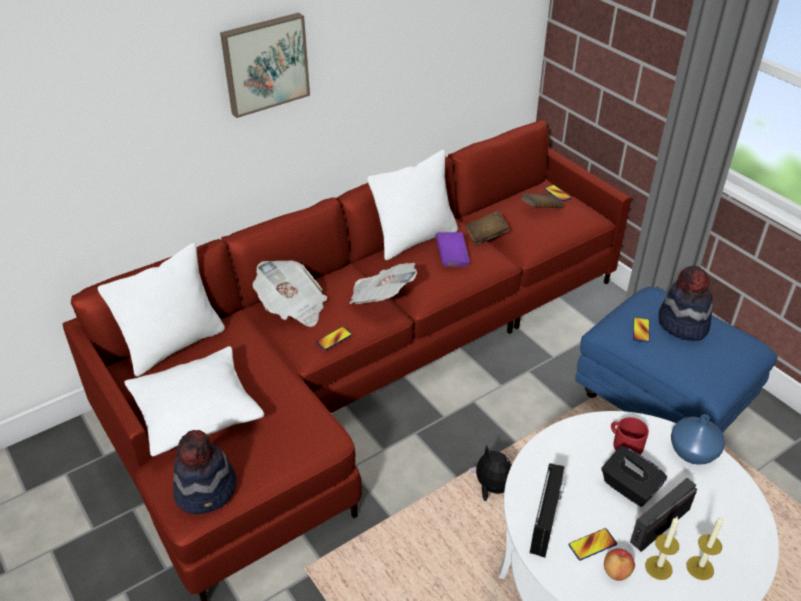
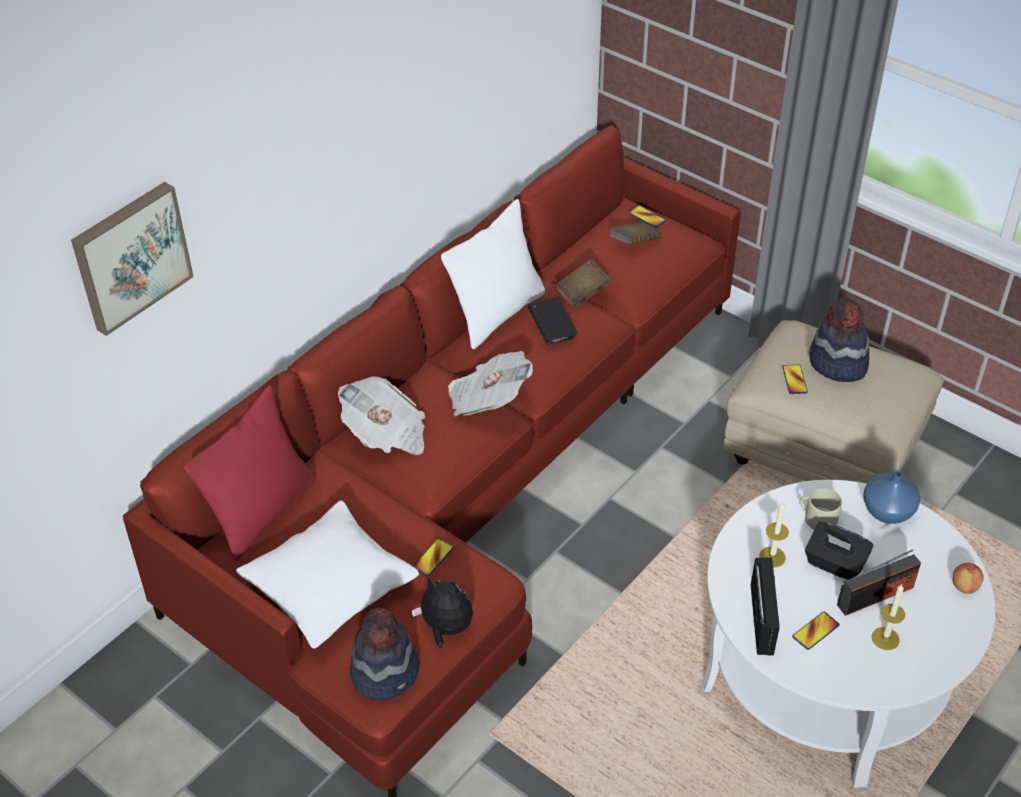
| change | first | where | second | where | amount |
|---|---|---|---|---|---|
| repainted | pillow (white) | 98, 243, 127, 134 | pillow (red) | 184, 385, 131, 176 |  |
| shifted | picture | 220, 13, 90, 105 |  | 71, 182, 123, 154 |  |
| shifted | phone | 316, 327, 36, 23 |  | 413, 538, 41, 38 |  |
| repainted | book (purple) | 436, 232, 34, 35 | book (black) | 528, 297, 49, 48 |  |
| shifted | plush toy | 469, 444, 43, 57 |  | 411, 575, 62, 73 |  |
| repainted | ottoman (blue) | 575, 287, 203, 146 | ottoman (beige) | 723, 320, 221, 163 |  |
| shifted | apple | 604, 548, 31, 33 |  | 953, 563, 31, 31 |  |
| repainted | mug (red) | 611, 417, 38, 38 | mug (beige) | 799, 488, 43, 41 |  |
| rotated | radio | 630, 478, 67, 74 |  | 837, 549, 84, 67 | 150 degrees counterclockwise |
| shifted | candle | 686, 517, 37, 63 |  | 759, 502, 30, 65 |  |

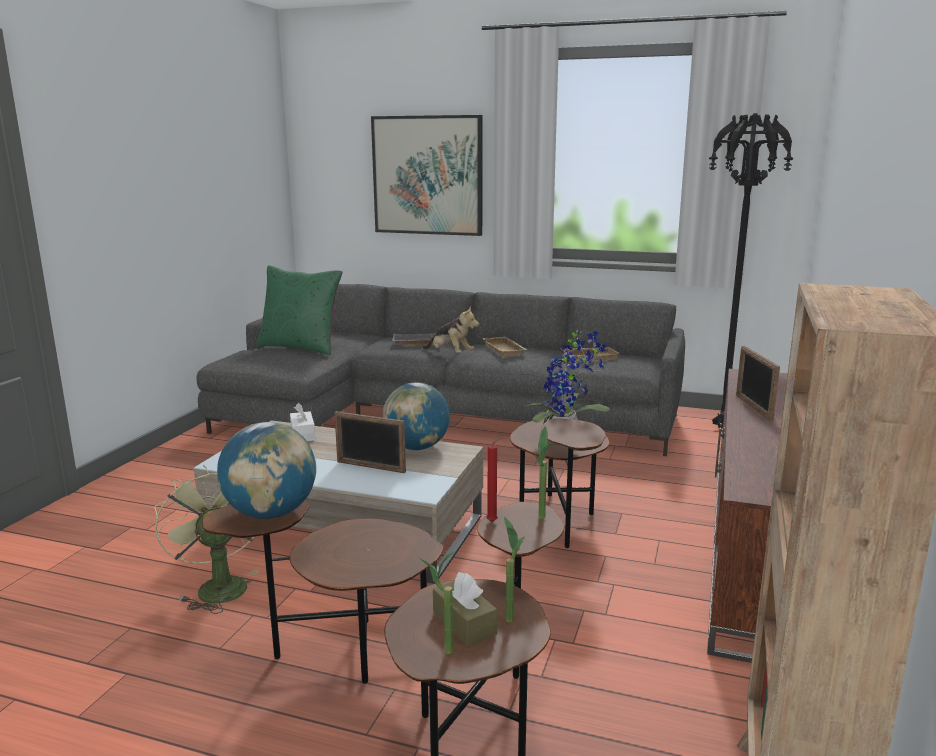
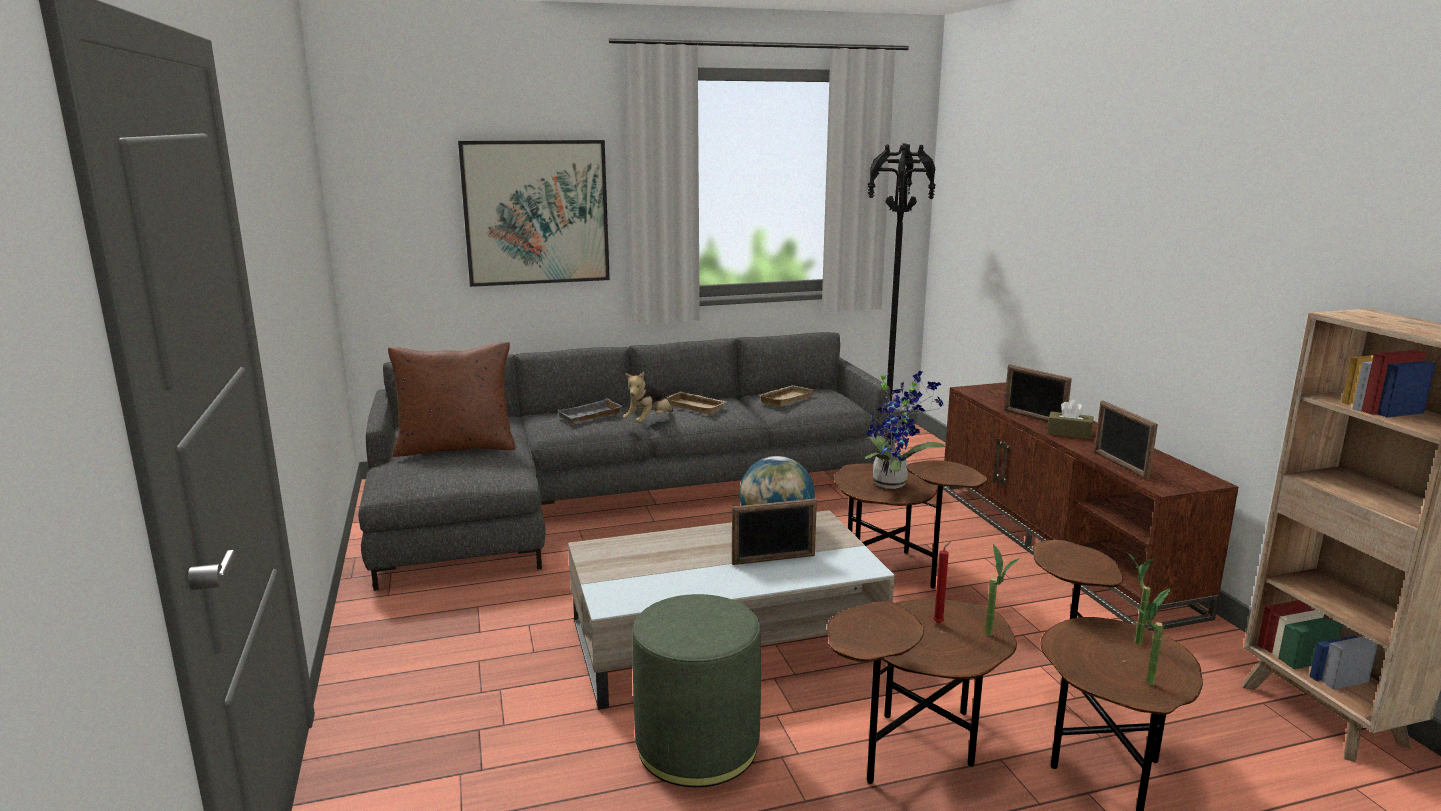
| change | first | where | second | where | amount |
|---|---|---|---|---|---|
| swapped | fan (green) | 154, 465, 106, 149 | ottoman (green) | 633, 594, 128, 193 |  |
| gone | globe | 217, 422, 99, 97 |  |  |  |
| repainted | pillow (green) | 256, 266, 86, 89 | pillow (brown) | 388, 342, 128, 115 |  |
| gone | tissue box (white) | 290, 403, 25, 38 |  |  |  |
| rotated | plush toy | 423, 306, 56, 47 |  | 623, 372, 50, 51 | 120 degrees clockwise |
| shifted | tissue box (brown) | 433, 572, 64, 74 |  | 1047, 400, 46, 39 |  |
| shifted | candle (red) | 486, 438, 16, 84 |  | 933, 541, 18, 83 |  |
| shifted | potted plant | 534, 426, 19, 93 |  | 985, 544, 35, 92 |  |
| new |  |  | picture frame | 1094, 401, 64, 79 |  |

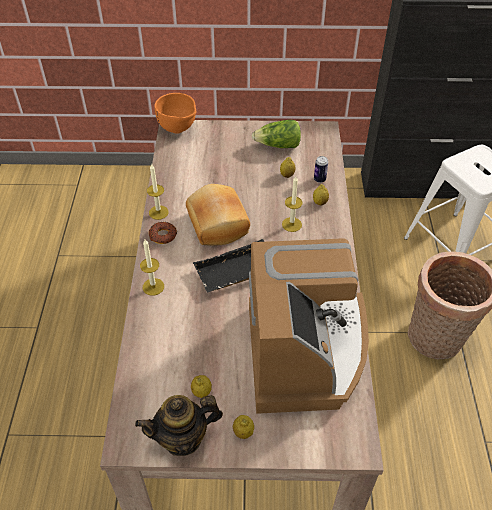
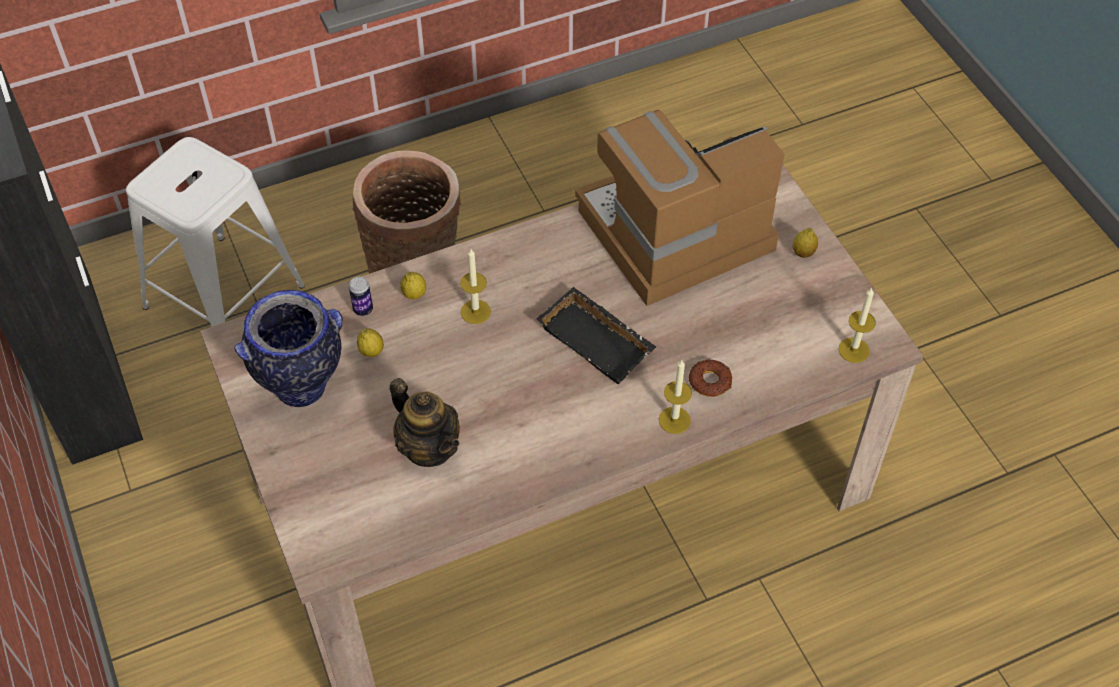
| change | first | where | second | where | amount |
|---|---|---|---|---|---|
| shifted | teapot | 135, 395, 88, 61 |  | 390, 378, 70, 89 |  |
| shifted | candle | 147, 163, 22, 57 |  | 838, 288, 38, 75 |  |
| shifted | donut | 149, 222, 28, 22 |  | 689, 359, 43, 38 |  |
| gone | bowl (orange) | 154, 93, 42, 41 |  |  |  |
| gone | bread | 186, 184, 64, 62 |  |  |  |
| gone | lemon | 191, 375, 21, 23 |  |  |  |
| swapped | lettuce | 252, 120, 49, 28 | vase | 234, 290, 109, 117 |  |

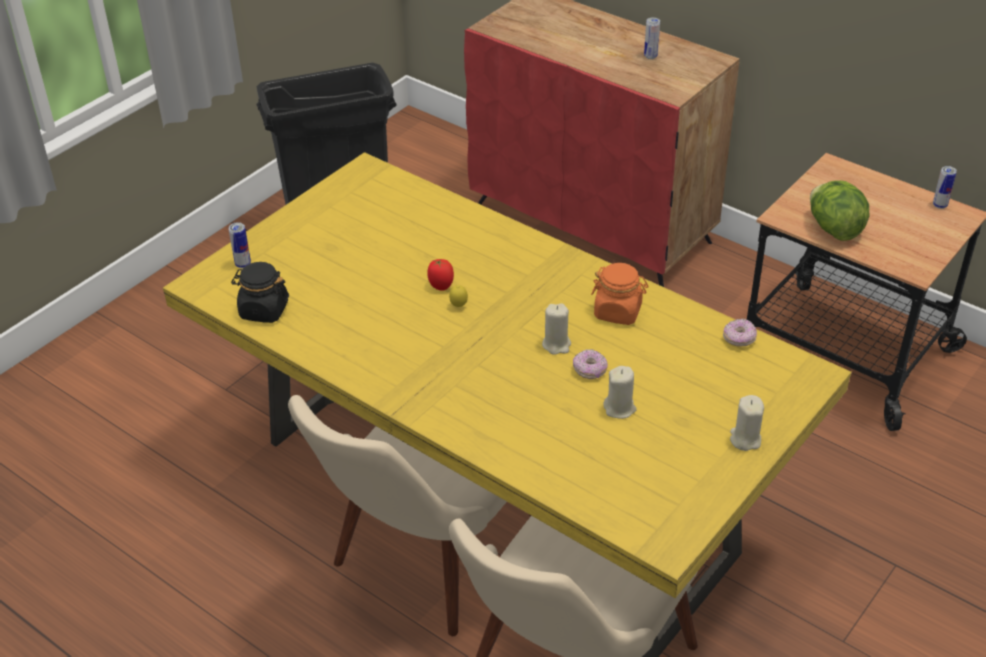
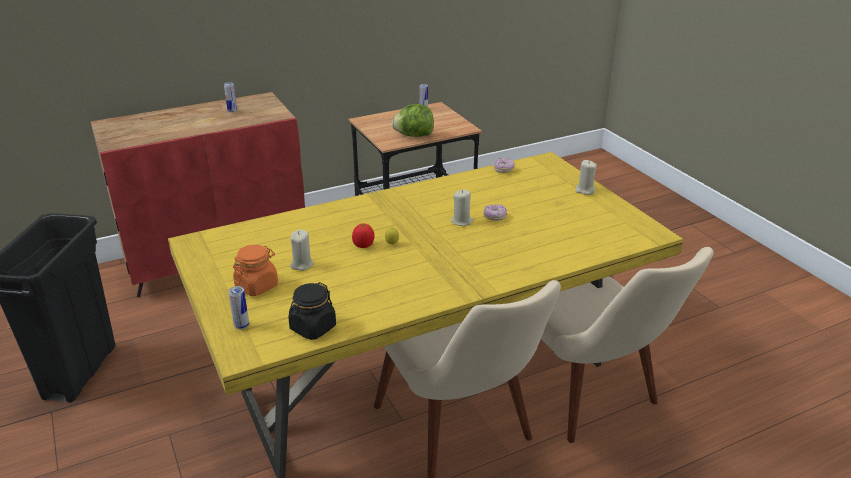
| change | first | where | second | where | amount |
|---|---|---|---|---|---|
| shifted | jar (orange) | 591, 263, 58, 62 |  | 233, 245, 45, 51 |  |
| shifted | candle (beige) | 603, 366, 34, 53 |  | 290, 230, 23, 41 |  |

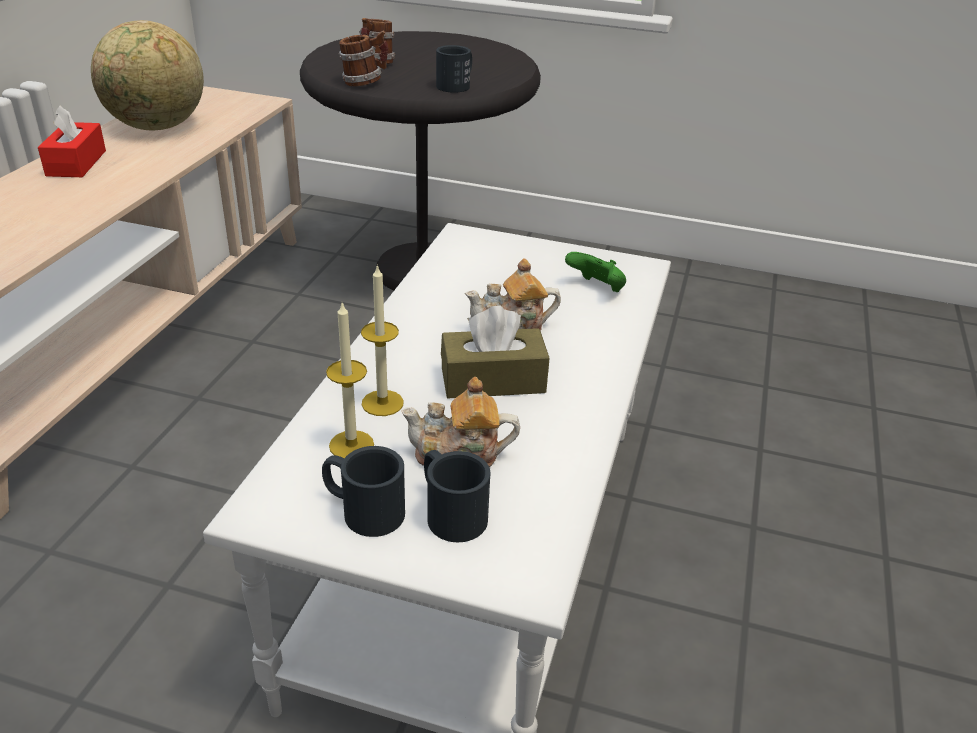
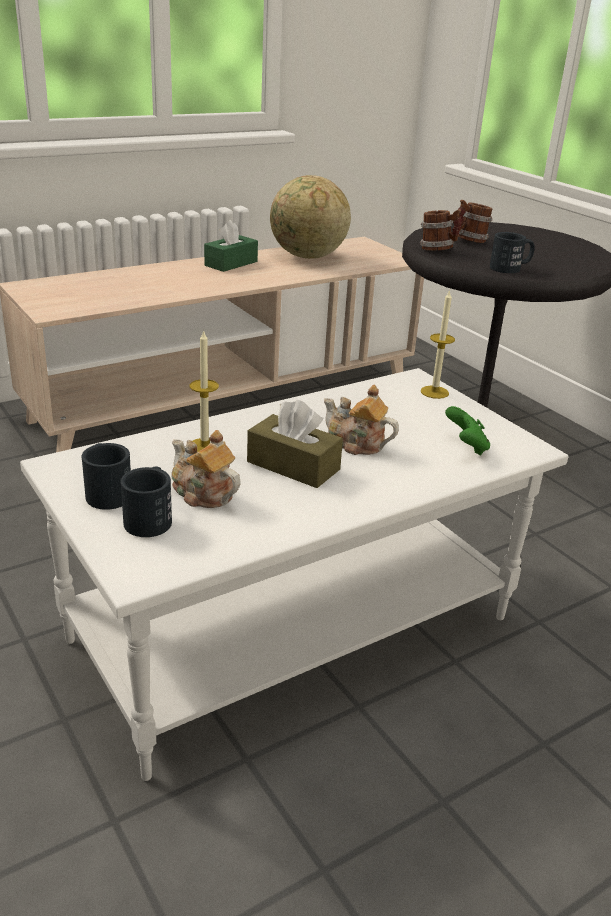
| change | first | where | second | where | amount |
|---|---|---|---|---|---|
| repainted | tissue box (red) | 38, 105, 68, 72 | tissue box (green) | 204, 220, 54, 52 |  |
| shifted | candle | 326, 303, 48, 155 |  | 421, 289, 34, 110 |  |

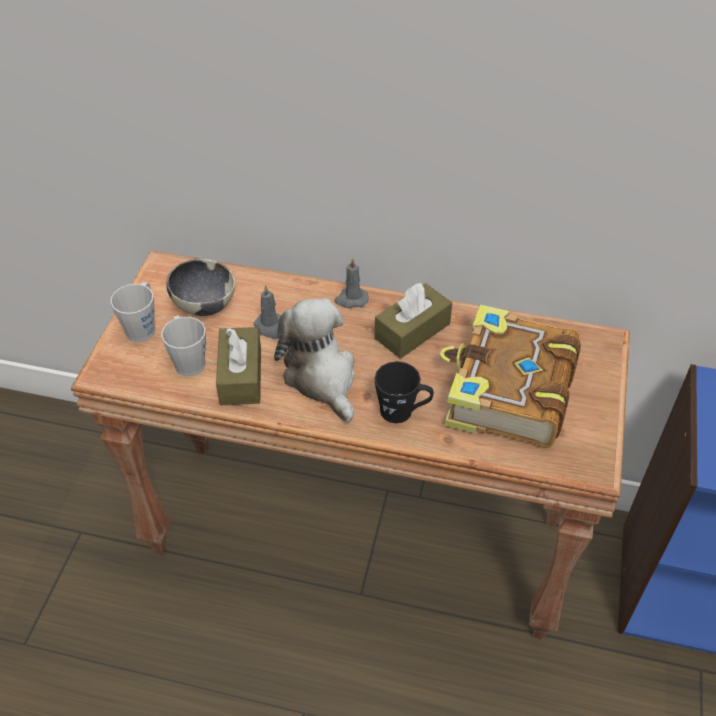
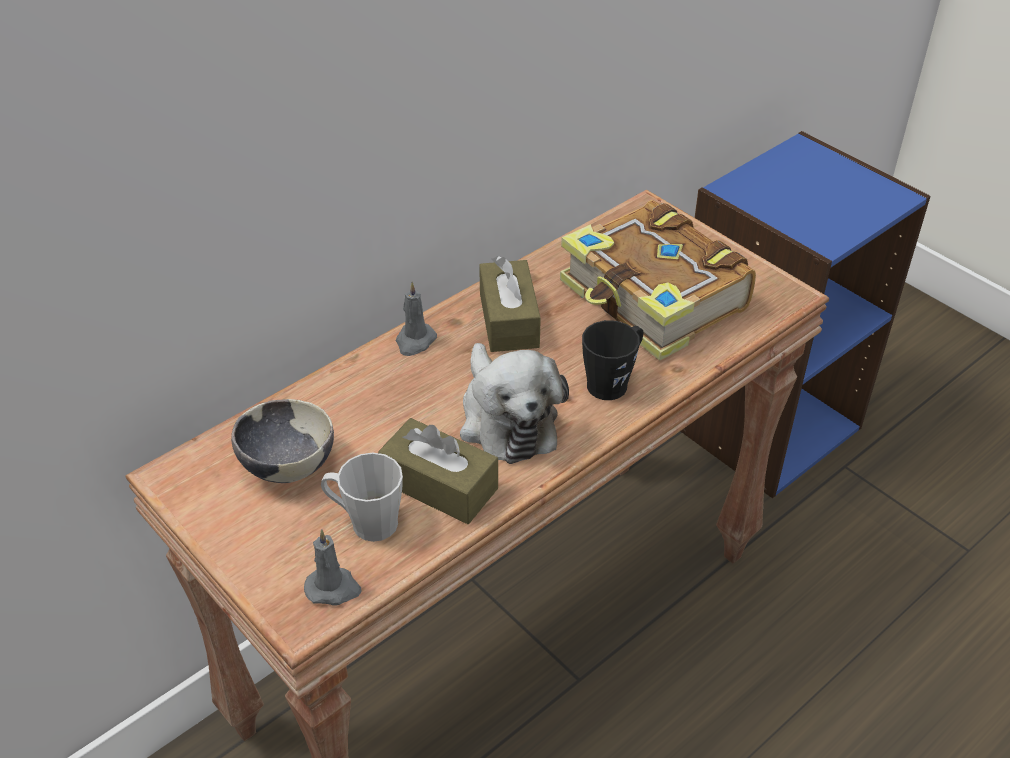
| change | first | where | second | where | amount |
|---|---|---|---|---|---|
| gone | mug (grey) | 111, 282, 44, 60 |  |  |  |
| shifted | candle (grey) | 254, 285, 27, 54 |  | 304, 529, 58, 77 |  |
| rotated | plush toy | 274, 298, 80, 124 |  | 460, 343, 109, 121 | 120 degrees counterclockwise |

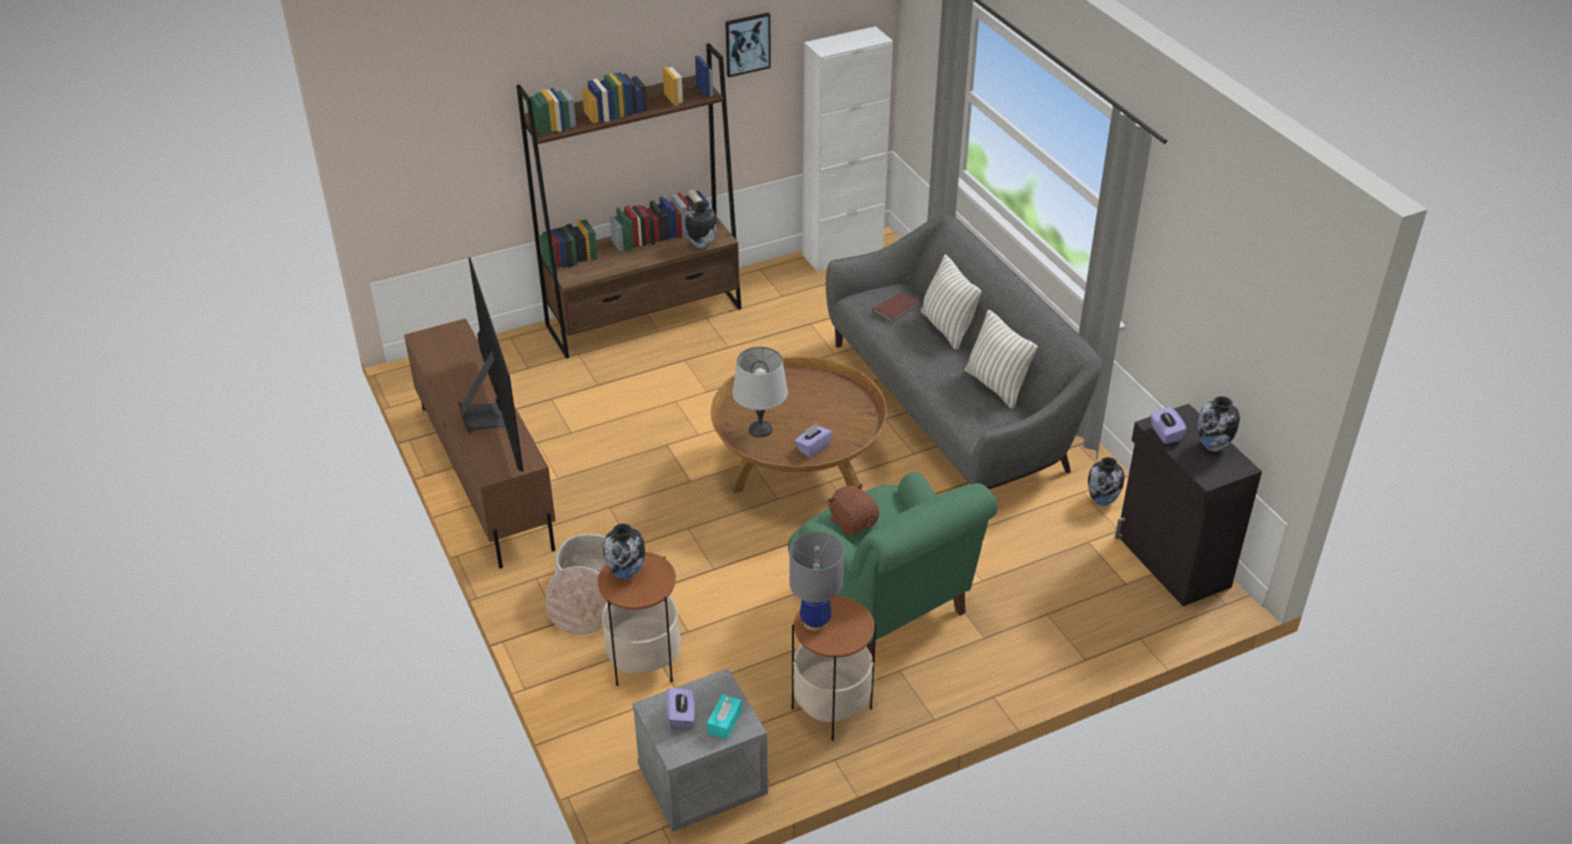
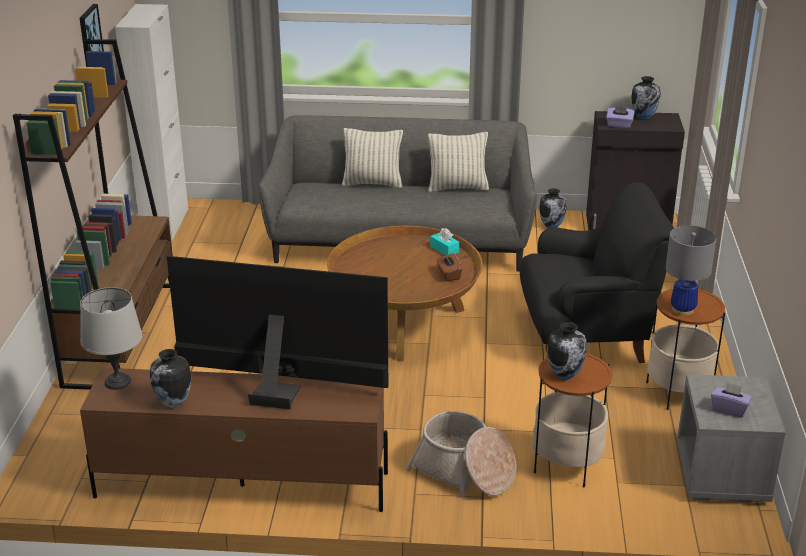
| change | first | where | second | where | amount |
|---|---|---|---|---|---|
| shifted | vase | 685, 202, 32, 46 |  | 150, 349, 41, 59 |  |
| shifted | tissue box (turquoise) | 707, 694, 35, 46 |  | 430, 228, 29, 27 |  |
| shifted | table lamp (grey) | 733, 347, 55, 90 |  | 80, 287, 62, 103 |  |
| repainted | armchair (green) | 788, 472, 210, 191 | armchair (black) | 520, 182, 154, 181 |  |
| repainted | tissue box (purple) | 795, 423, 37, 35 | tissue box (brown) | 436, 253, 26, 28 |  |
| gone | plush toy (brown) | 827, 483, 52, 53 |  |  |  |
| gone | book (brown) | 873, 292, 46, 31 |  |  |  |

